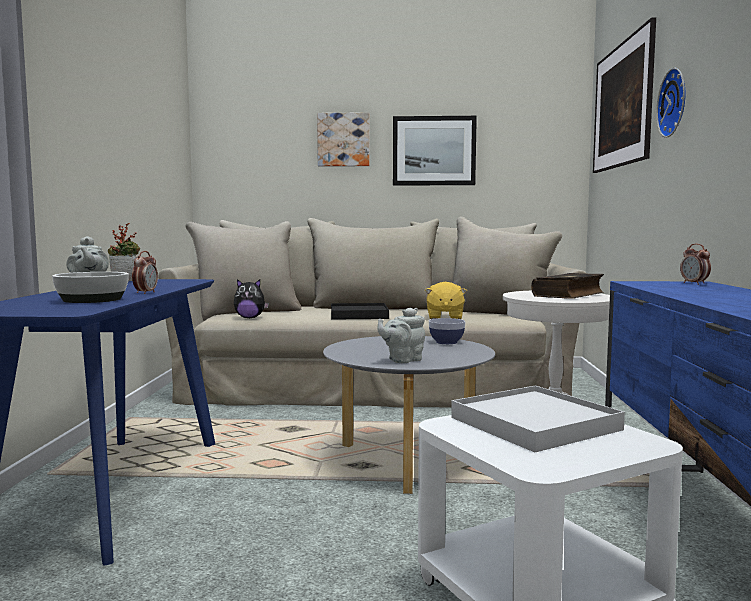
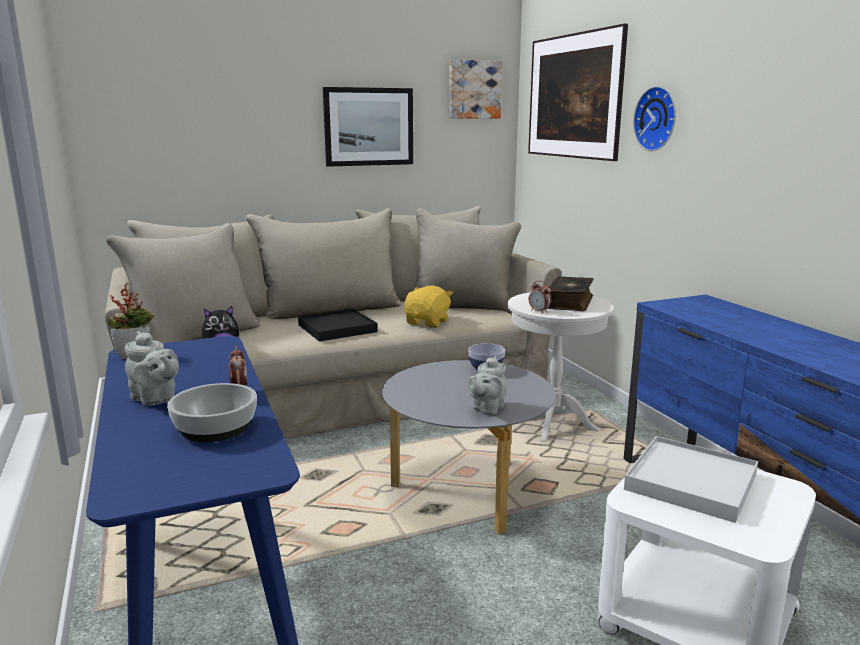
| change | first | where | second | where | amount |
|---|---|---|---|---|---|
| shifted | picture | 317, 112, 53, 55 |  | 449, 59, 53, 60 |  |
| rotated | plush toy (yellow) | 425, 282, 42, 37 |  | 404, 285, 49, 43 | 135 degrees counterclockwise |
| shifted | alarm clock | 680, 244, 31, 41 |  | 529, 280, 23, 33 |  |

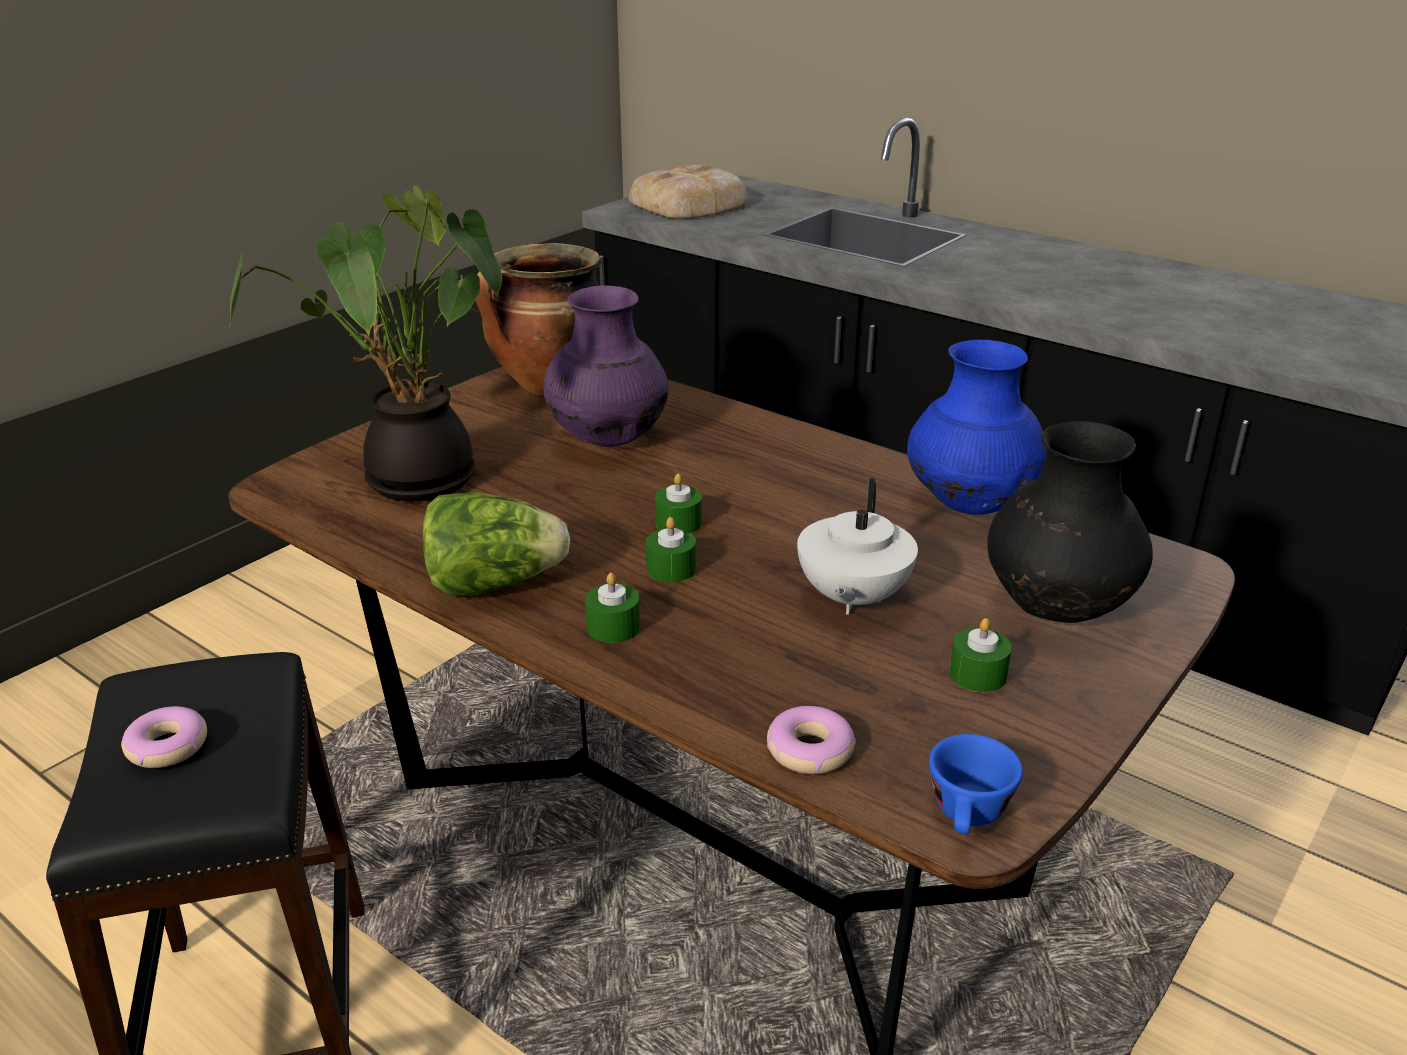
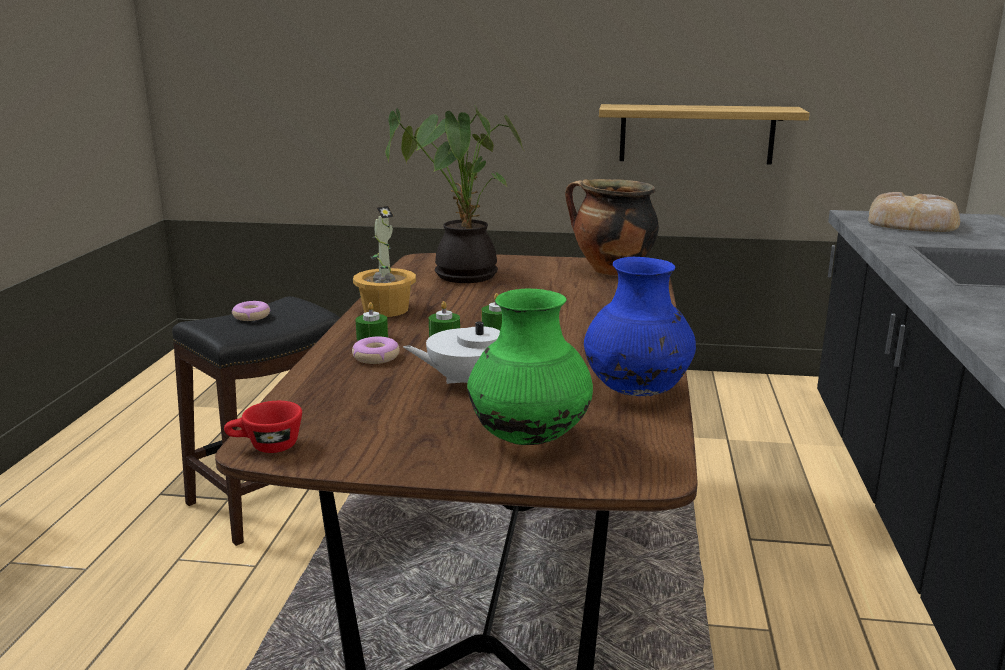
| change | first | where | second | where | amount |
|---|---|---|---|---|---|
| swapped | lettuce | 423, 492, 147, 104 | potted plant | 353, 206, 63, 111 |  |
| gone | vase (purple) | 544, 285, 125, 162 |  |  |  |
| shifted | donut | 767, 706, 89, 68 |  | 352, 336, 48, 28 |  |
| repainted | cup (blue) | 929, 734, 94, 100 | cup (red) | 224, 401, 78, 52 |  |
| gone | candle (green) | 949, 618, 63, 74 |  |  |  |
| repainted | vase (black) | 987, 421, 166, 202 | vase (green) | 467, 289, 126, 156 |  |
| new |  |  | shelf | 599, 104, 211, 60 |  |

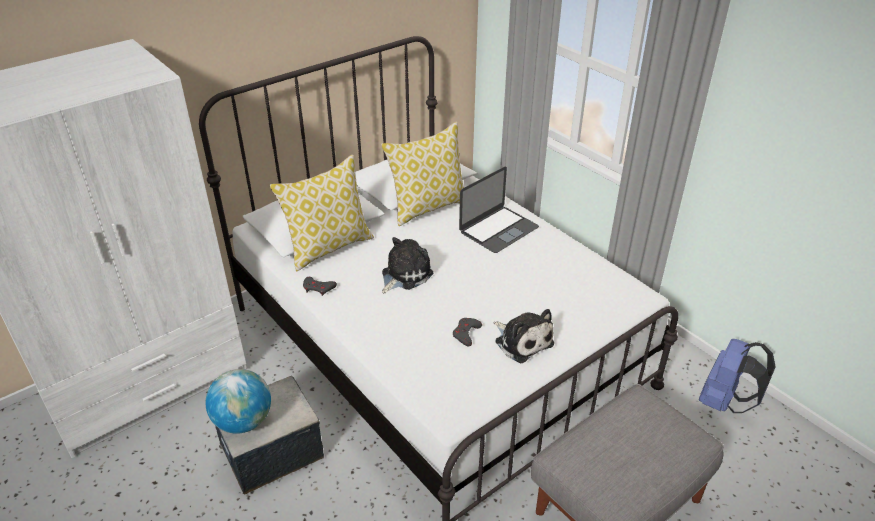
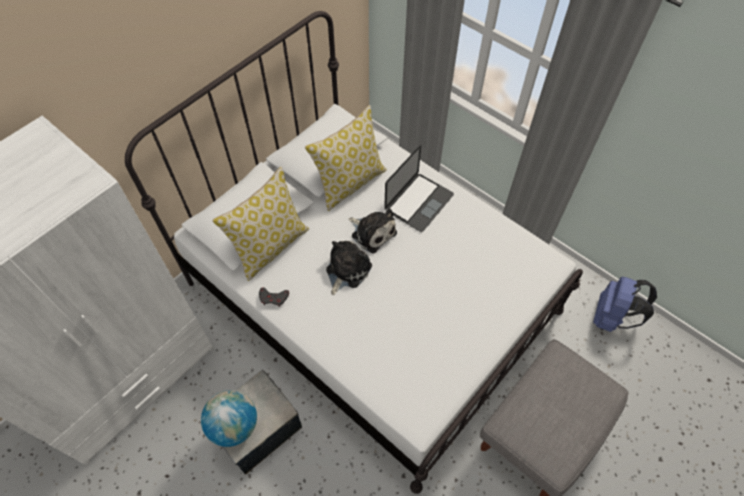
| change | first | where | second | where | amount |
|---|---|---|---|---|---|
| gone | game controller (grey) | 453, 318, 29, 29 |  |  |  |
| shifted | plush toy | 494, 309, 60, 54 |  | 348, 209, 49, 45 |  |

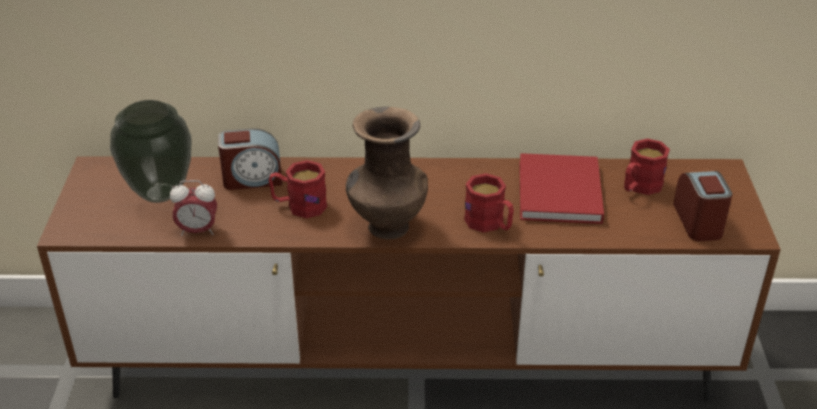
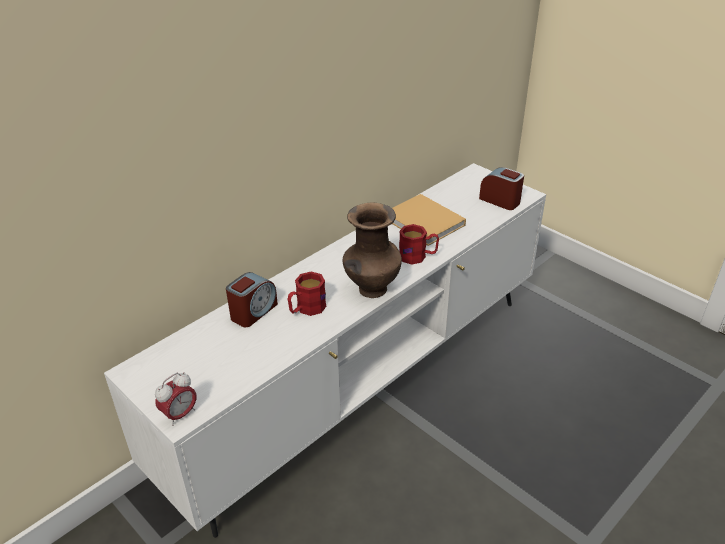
| change | first | where | second | where | amount |
|---|---|---|---|---|---|
| repainted | tv stand (brown) | 37, 156, 744, 245 | tv stand (white) | 104, 163, 442, 375 |  |
| gone | vase | 110, 100, 81, 103 |  |  |  |
| shifted | alarm clock | 170, 180, 47, 56 |  | 155, 372, 41, 54 |  |
| repainted | book (red) | 520, 153, 84, 71 | book (beige) | 392, 194, 74, 52 |  |
| gone | mug (red) | 624, 138, 46, 57 |  |  |  |

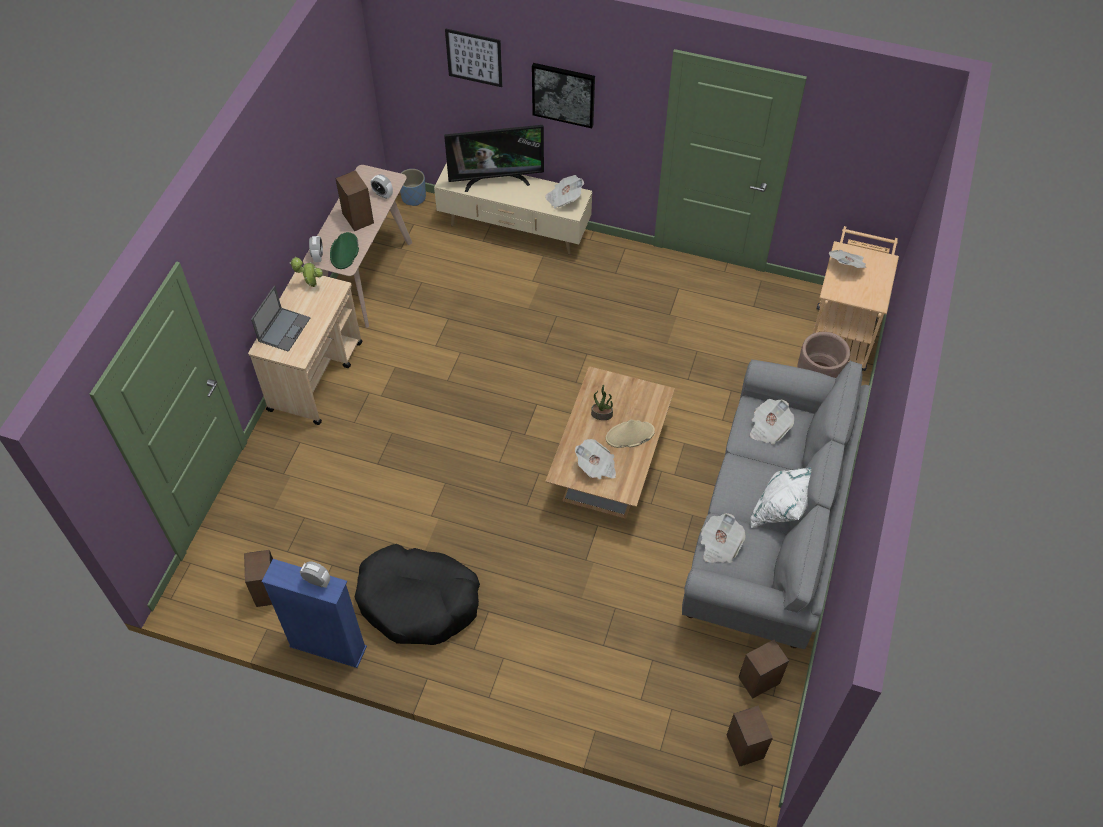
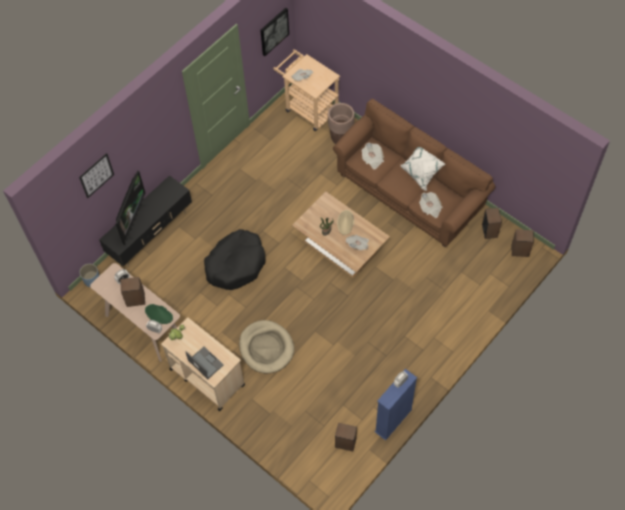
| change | first | where | second | where | amount |
|---|---|---|---|---|---|
| shifted | dog bed (black) | 355, 544, 125, 101 |  | 204, 229, 62, 61 |  |
| repainted | tv stand (beige) | 434, 163, 158, 92 | tv stand (black) | 99, 175, 93, 92 |  |
| shifted | picture | 532, 63, 63, 65 |  | 260, 8, 29, 48 |  |
| gone | newspaper | 545, 175, 39, 34 |  |  |  |
| repainted | sofa (grey) | 682, 360, 188, 289 | sofa (brown) | 333, 99, 162, 148 |  |
| new |  |  | dog bed (beige) | 239, 320, 55, 53 |  |

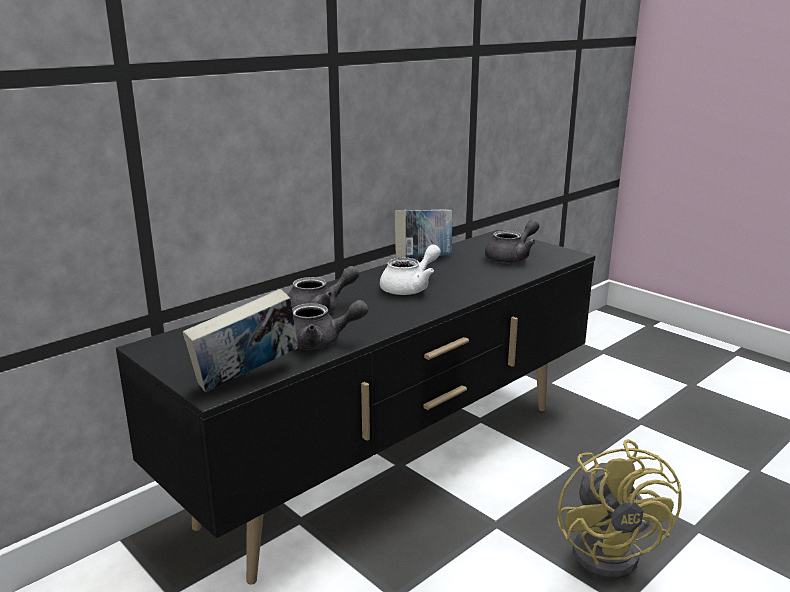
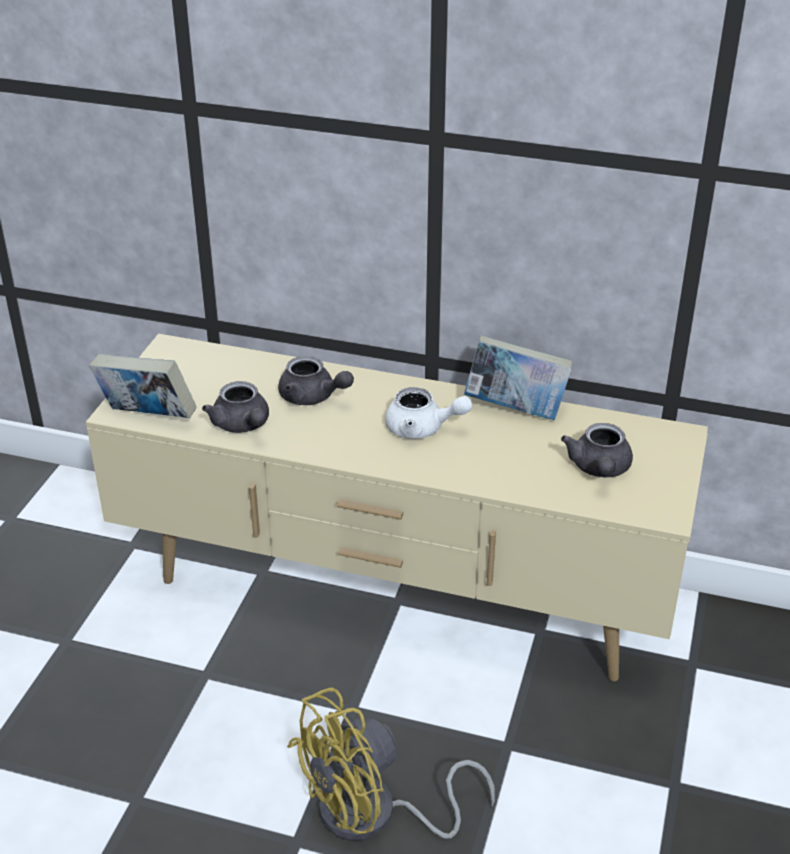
| change | first | where | second | where | amount |
|---|---|---|---|---|---|
| repainted | tv stand (black) | 116, 230, 479, 355 | tv stand (beige) | 86, 334, 622, 347 |  |
| rotated | teapot (grey) | 485, 220, 54, 43 |  | 561, 423, 72, 54 | 75 degrees clockwise |

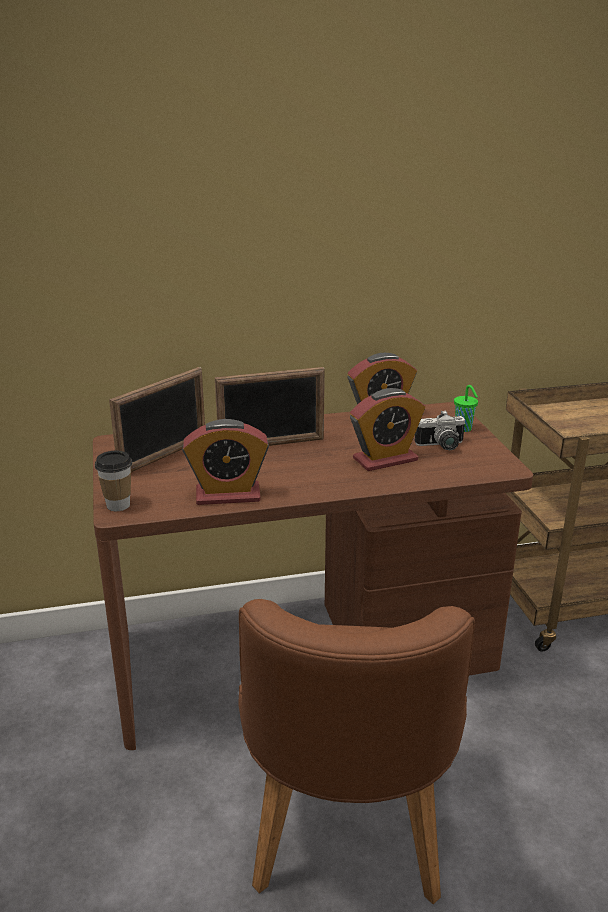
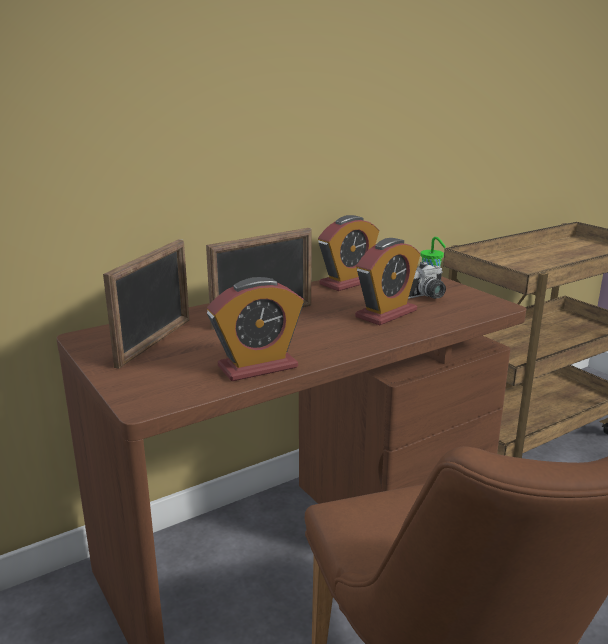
| change | first | where | second | where | amount |
|---|---|---|---|---|---|
| gone | cup | 95, 451, 37, 60 |  |  |  |

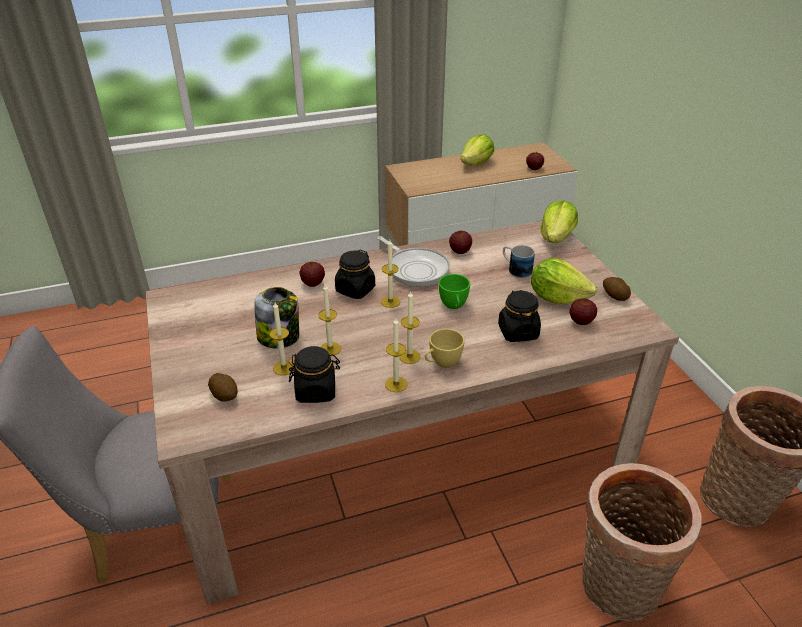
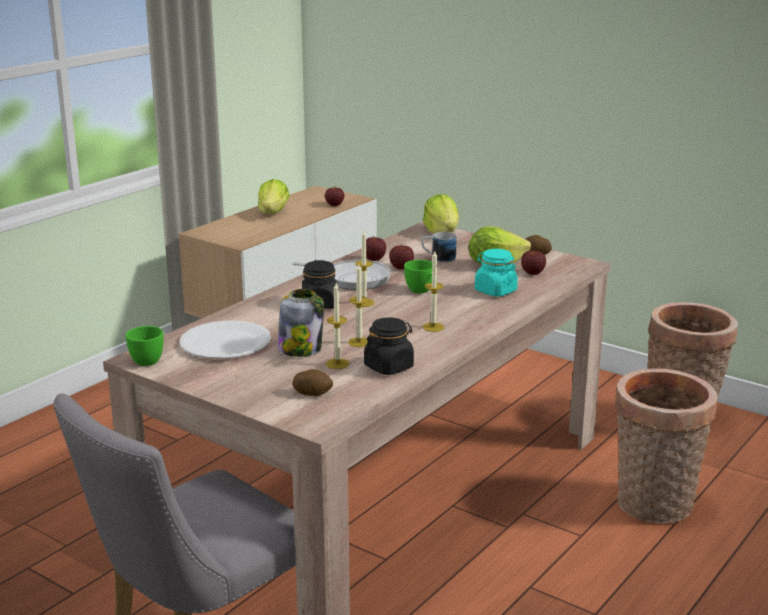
| change | first | where | second | where | amount |
|---|---|---|---|---|---|
| shifted | apple | 300, 262, 25, 25 |  | 389, 245, 25, 25 |  |
| gone | candle | 385, 318, 23, 74 |  |  |  |
| gone | cup (yellow) | 425, 329, 39, 39 |  |  |  |
| repainted | jar (black) | 498, 290, 43, 52 | jar (turquoise) | 475, 249, 43, 48 |  |
| new |  |  | cup (green) | 126, 326, 38, 40 |  |
| new |  |  | plate (white) | 180, 320, 91, 39 |  |

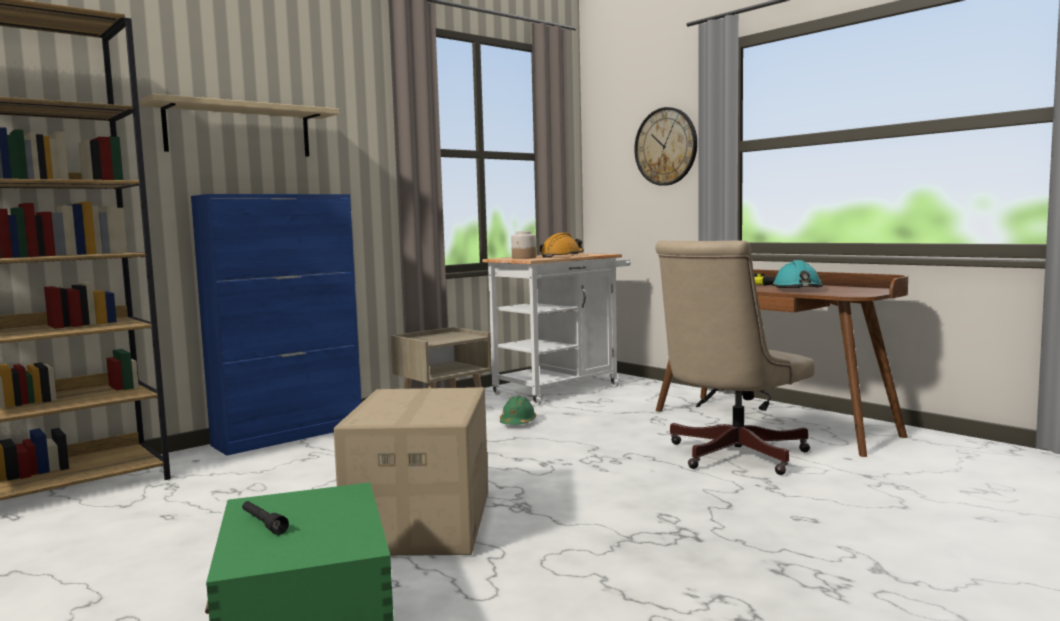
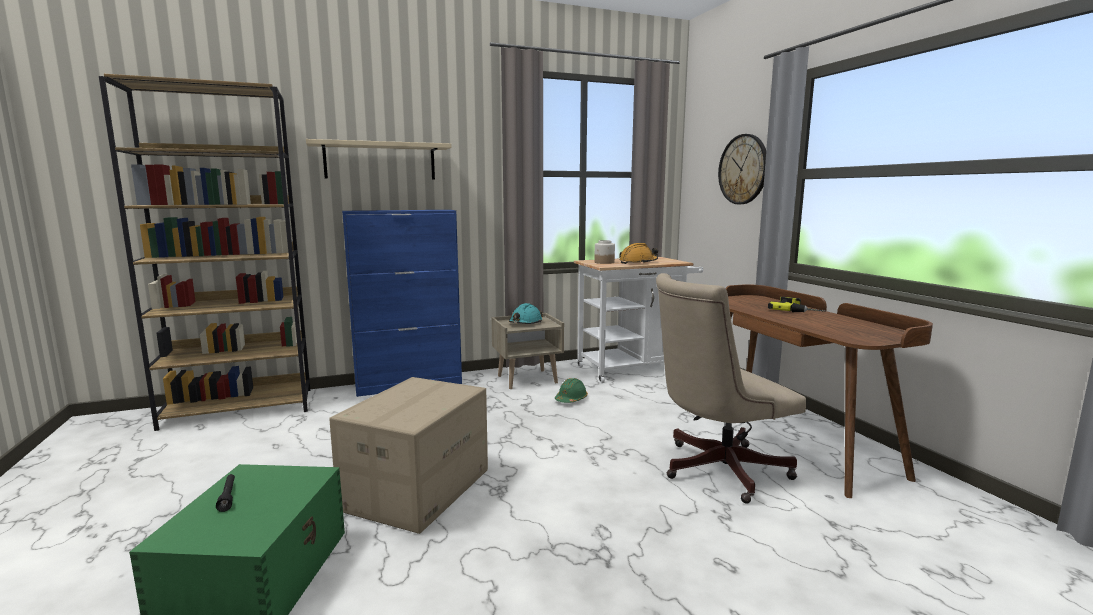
| change | first | where | second | where | amount |
|---|---|---|---|---|---|
| shifted | hard hat (turquoise) | 772, 260, 51, 28 |  | 509, 303, 34, 21 |  |

